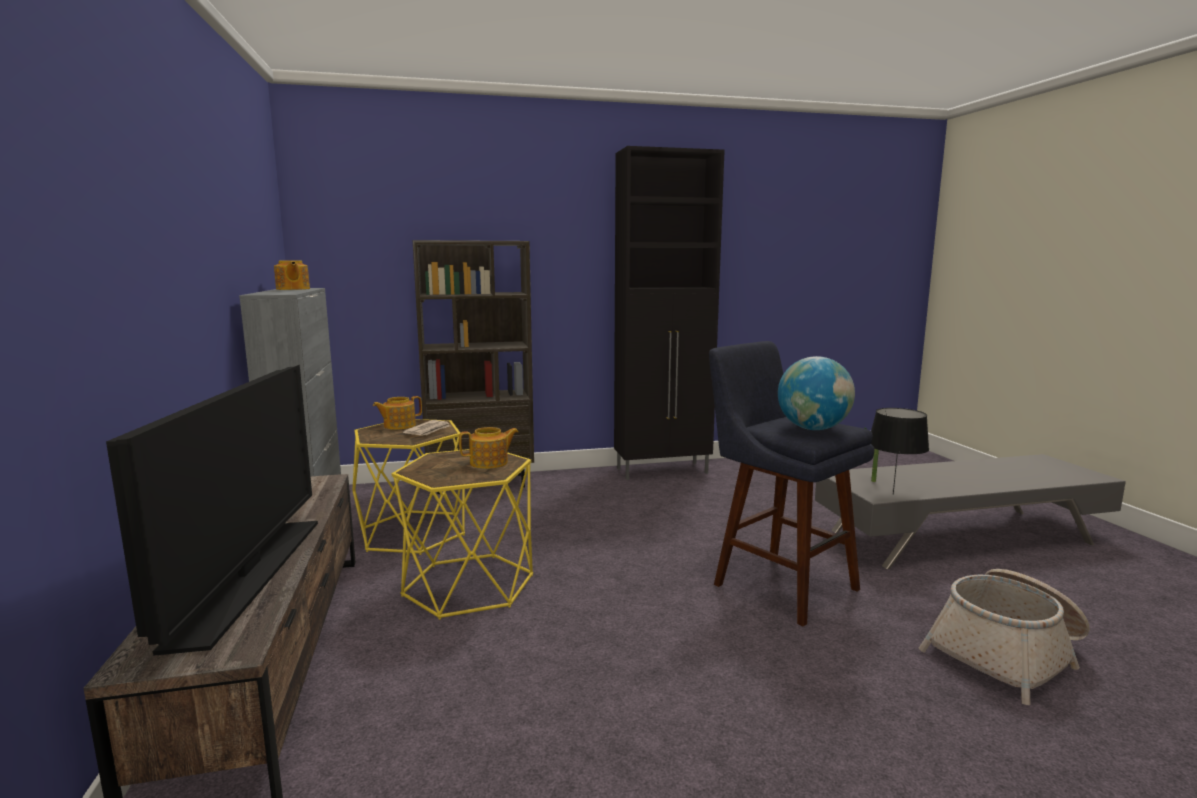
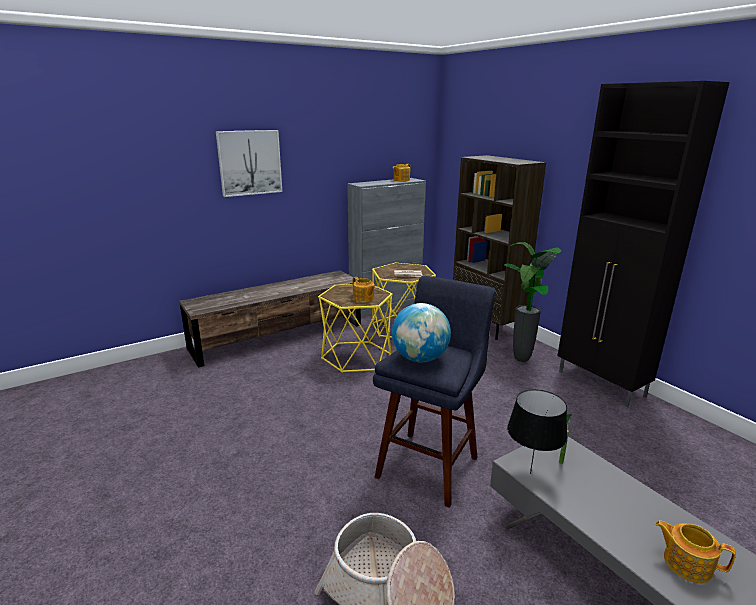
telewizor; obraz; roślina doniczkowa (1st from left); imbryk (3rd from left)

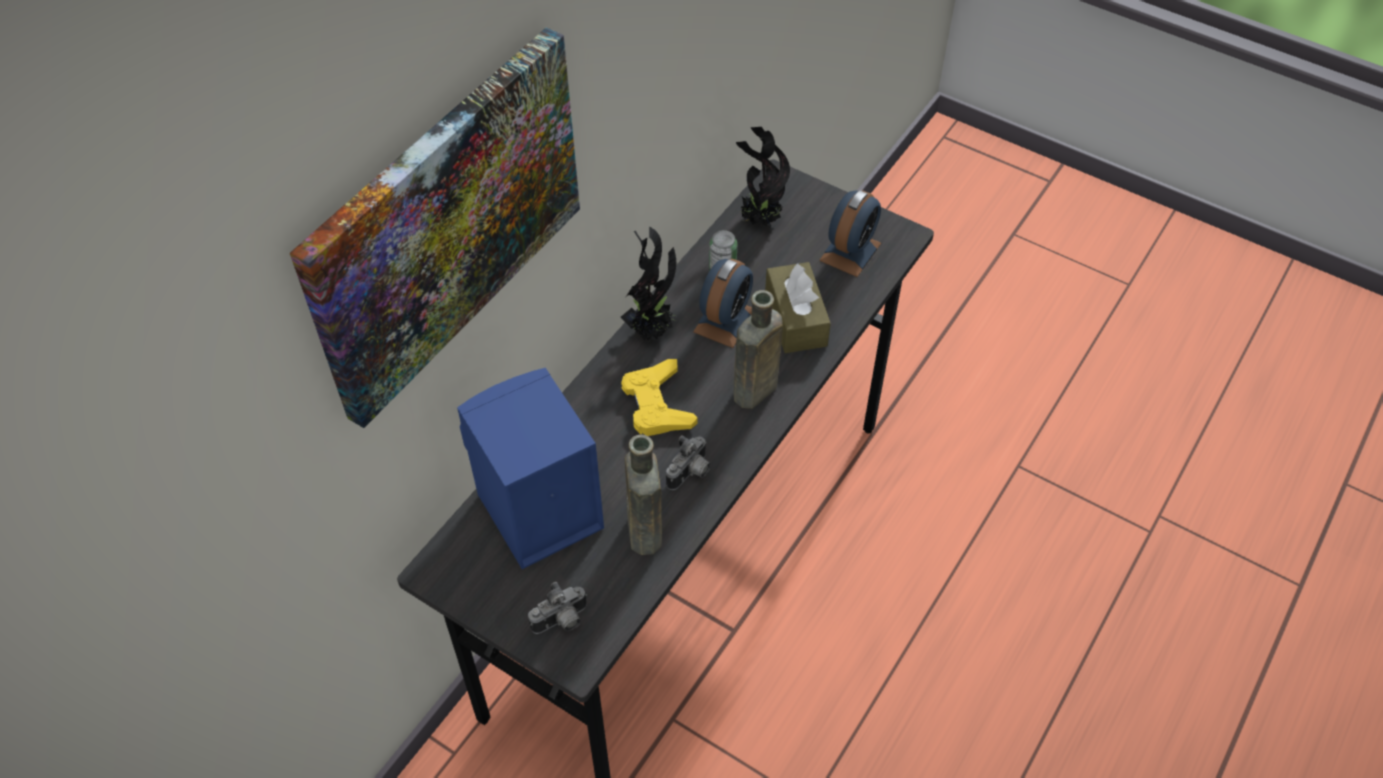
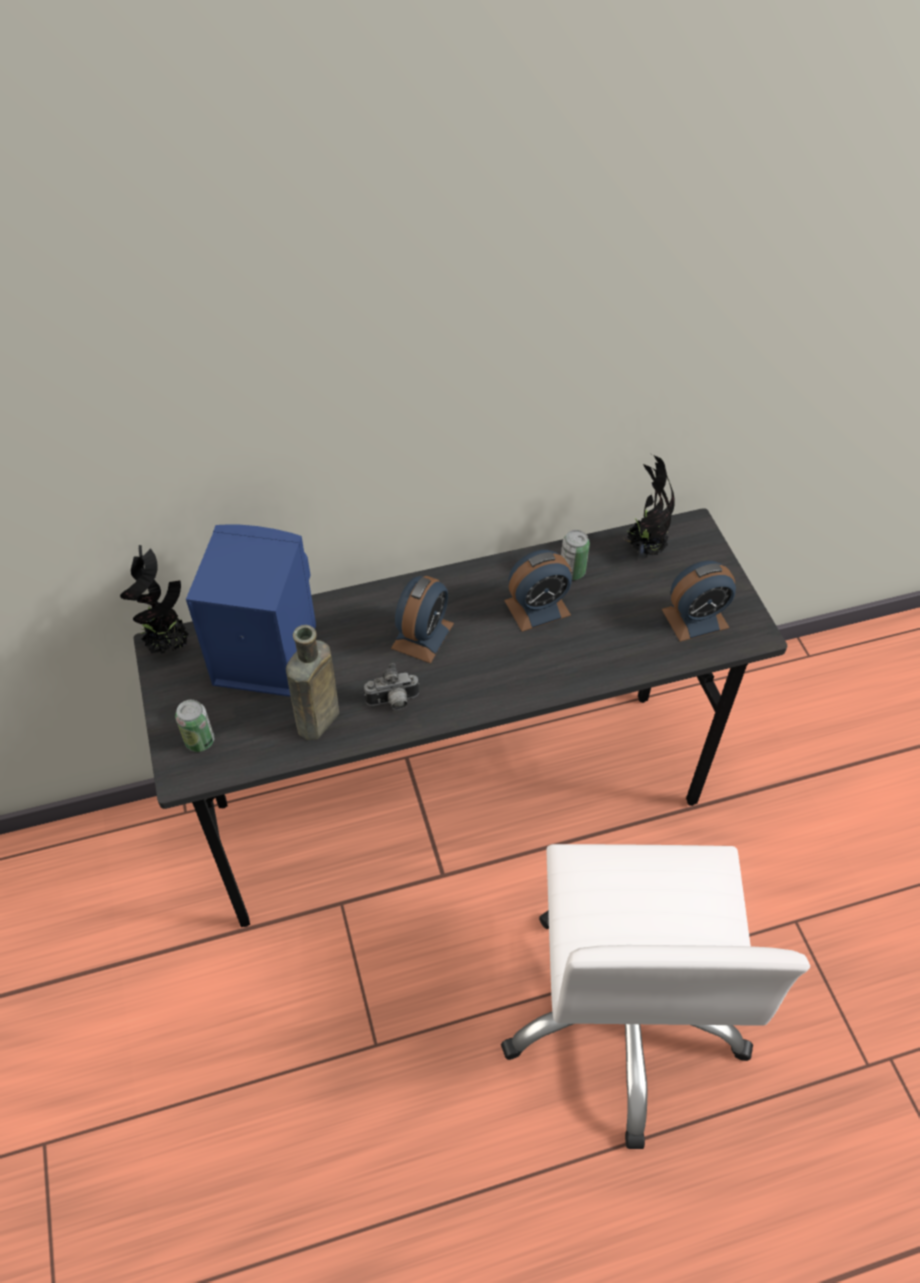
obraz; butelka/brązowy (2nd from left in the first image); pudełko chusteczek/brązowy; krzesło biurowe/biały; roślina doniczkowa (1st from left); puszka (1st from left); budzik (1st from left)

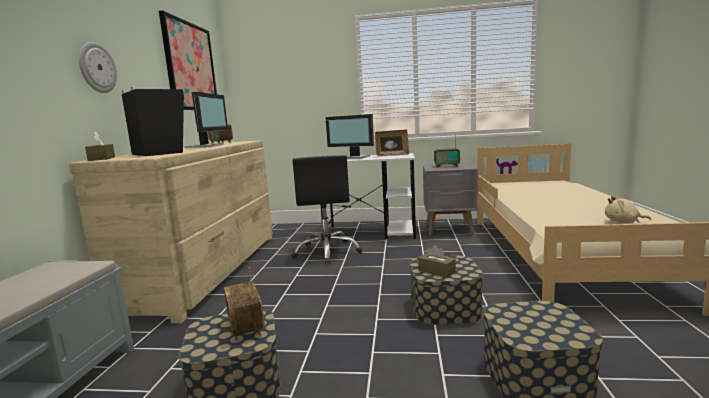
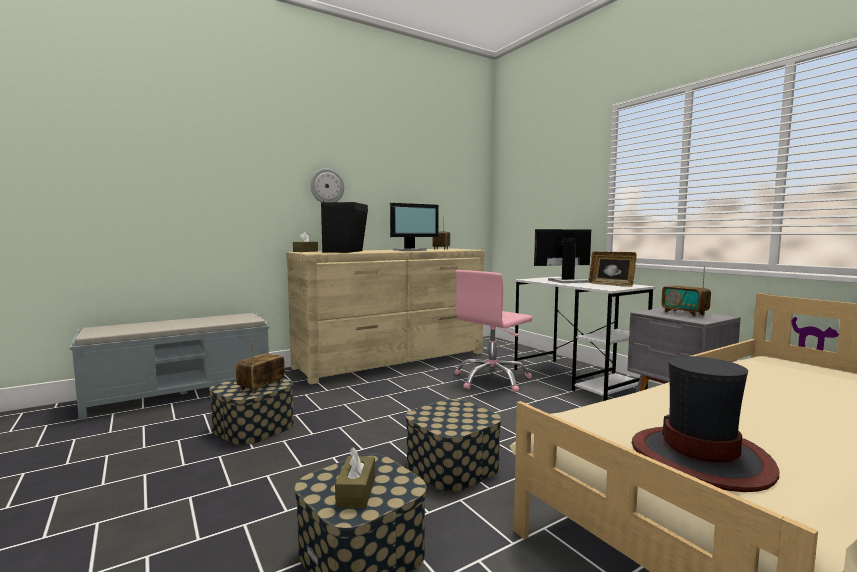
obraz; pudełko chusteczek/brązowy (2nd from left); kapelusz; krzesło biurowe/różowy; monitor (2nd from left)

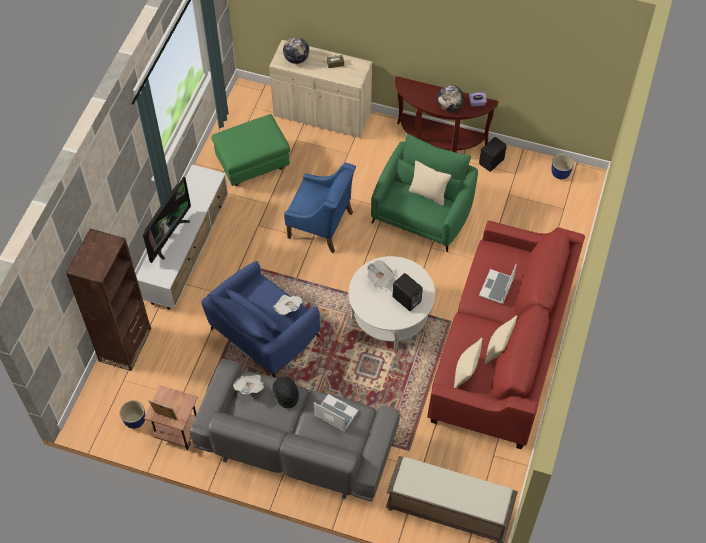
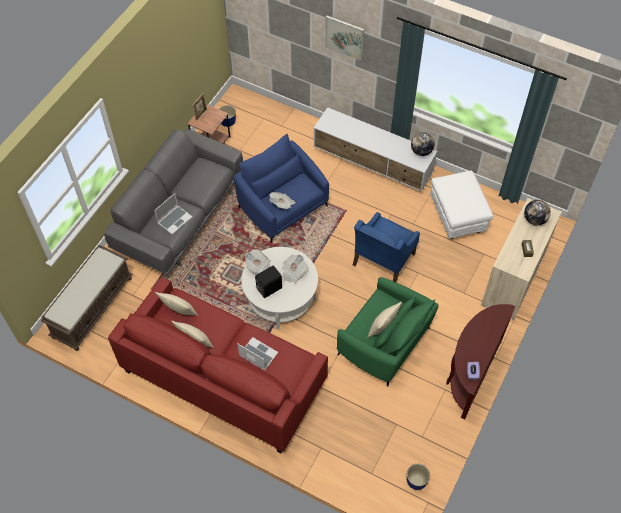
regał/brązowy; telewizor; kapelusz/czarny; głośnik/czarny (2nd from left in the first image); obraz; gazeta (1st from left); globus (1st from left); pufa/biały

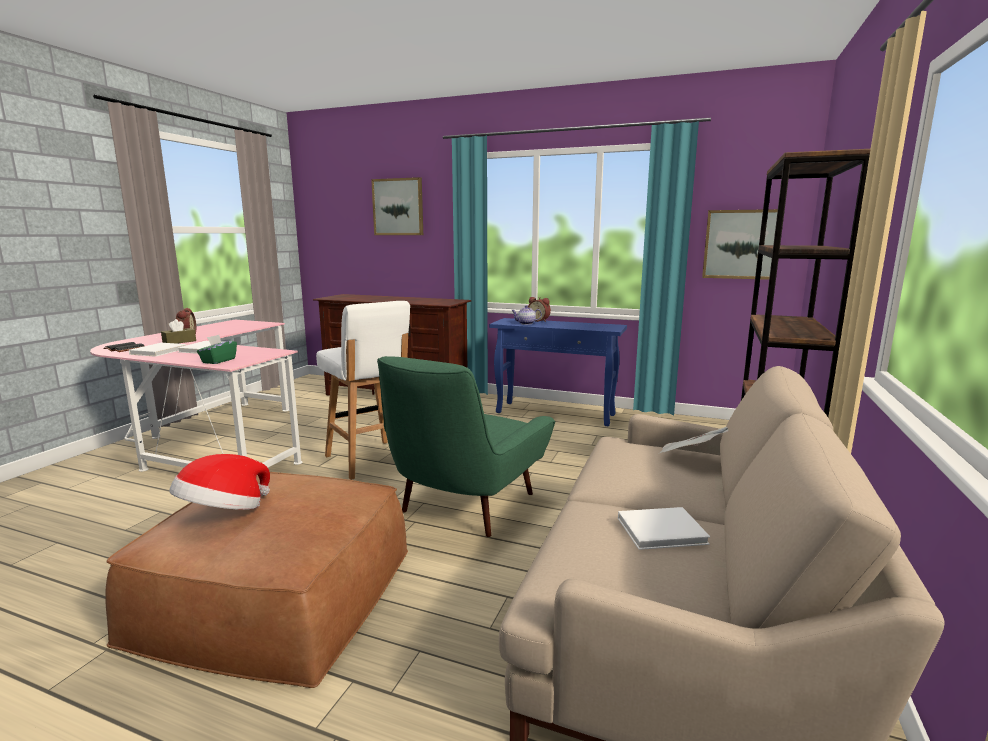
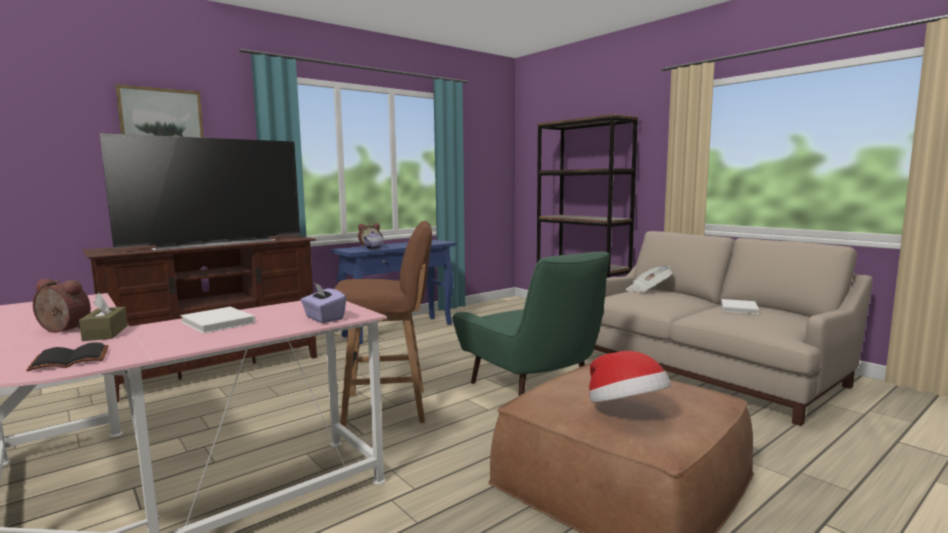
książka/biały (1st from left in the first image); obraz (2nd from left in the first image); telewizor; pudełko chusteczek/fioletowy; stołek/brązowy

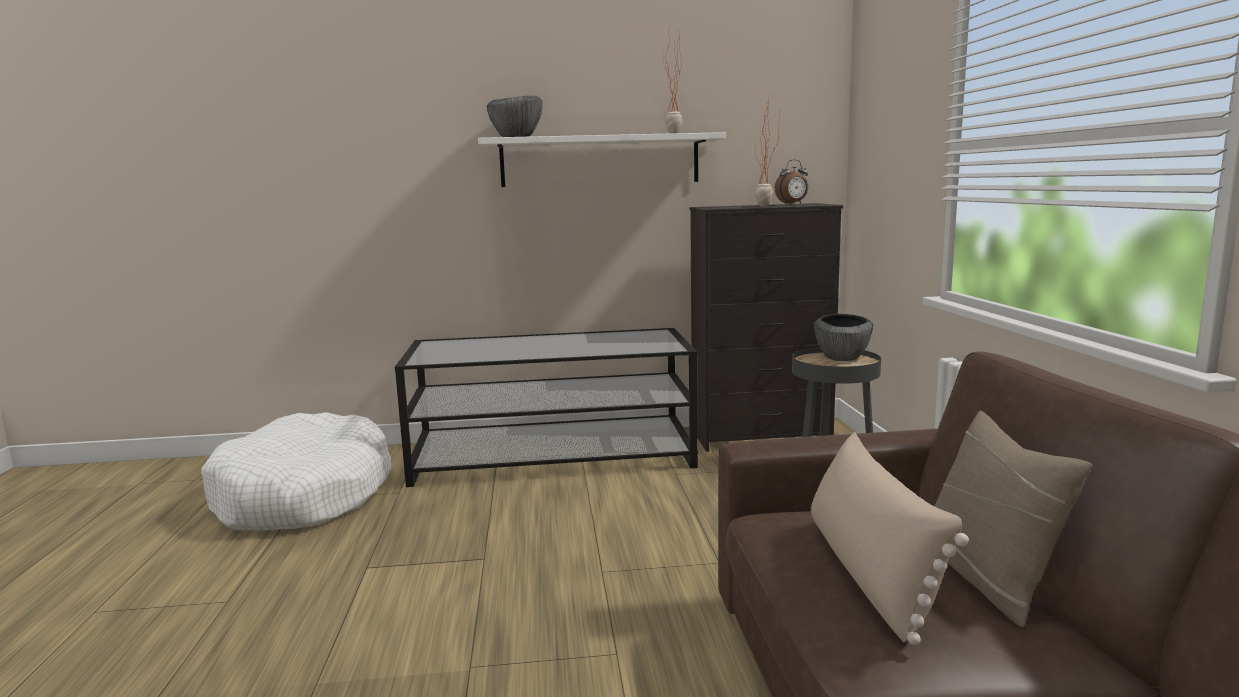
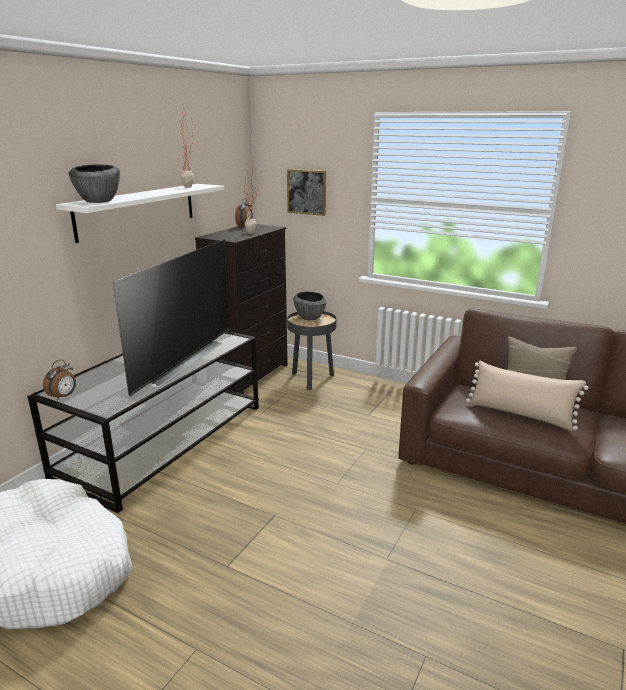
budzik (1st from left); telewizor; obraz

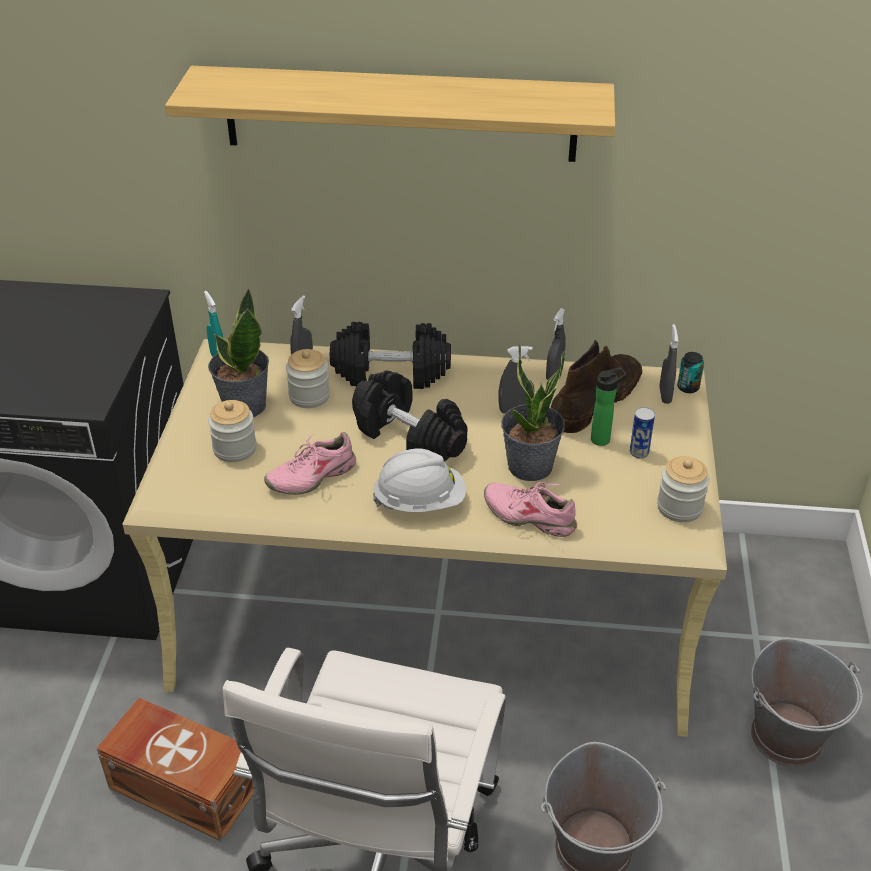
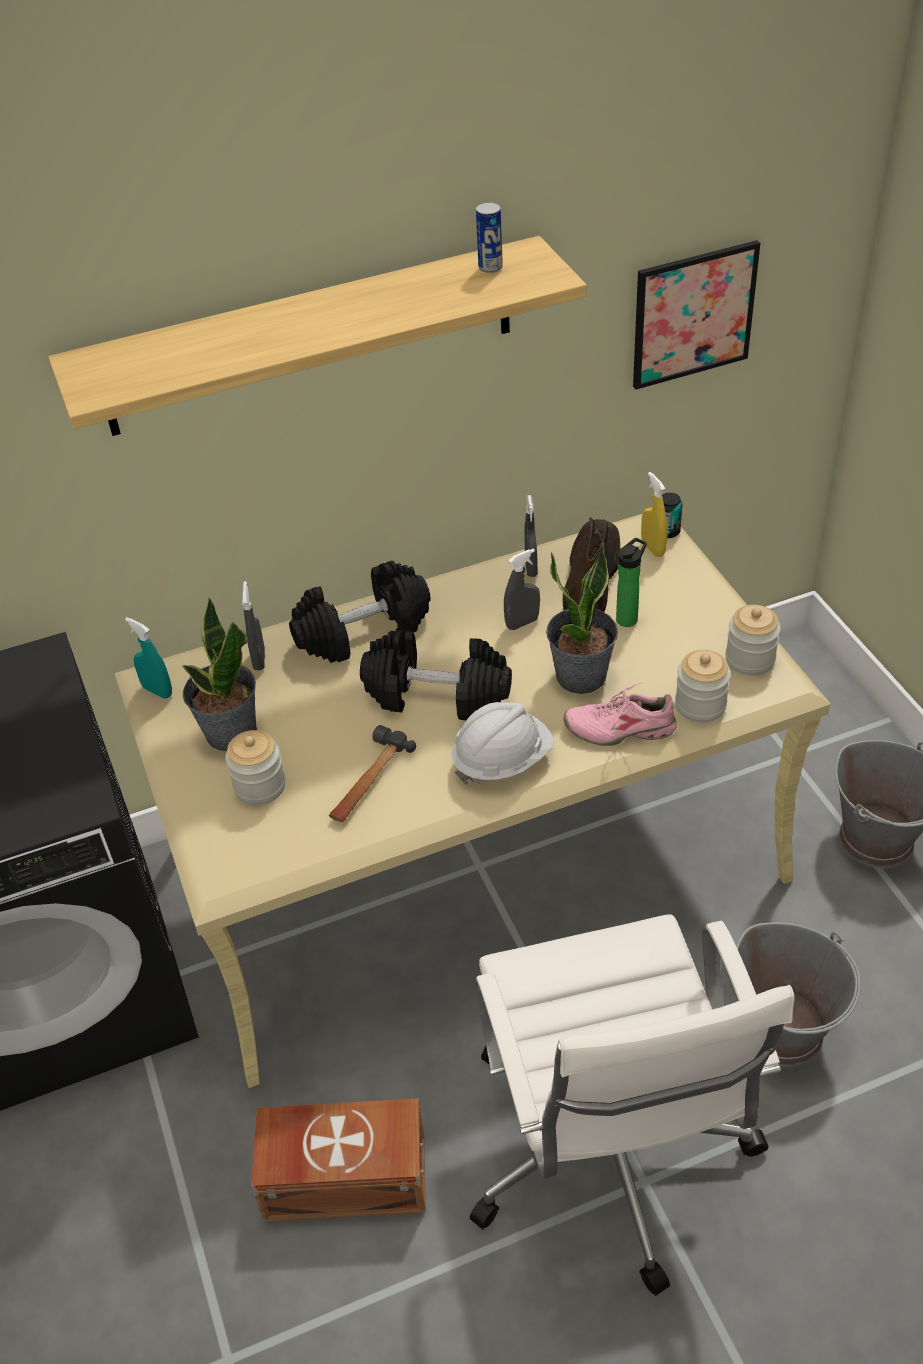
obraz; słoik (2nd from left); puszka (1st from left); młotek; spryskiwacz/żółty

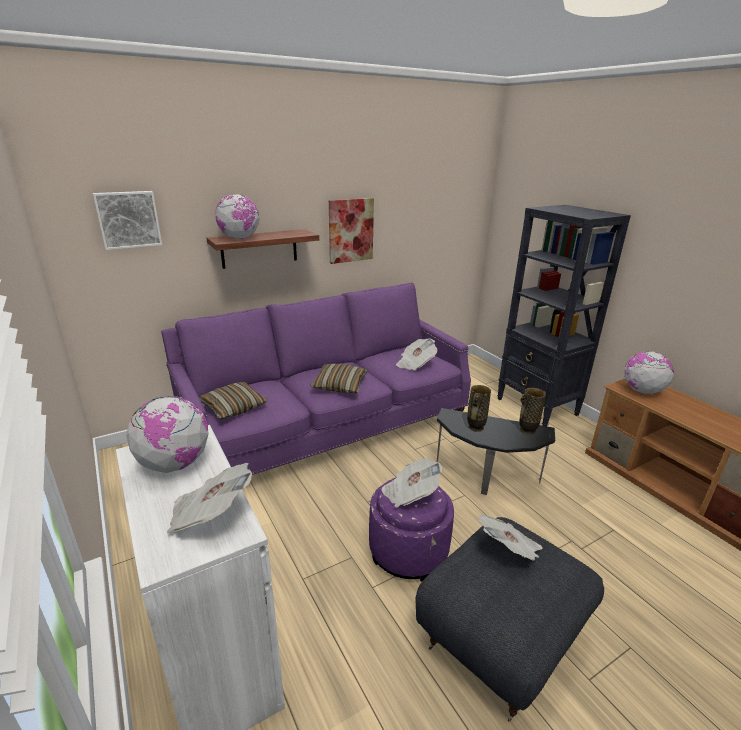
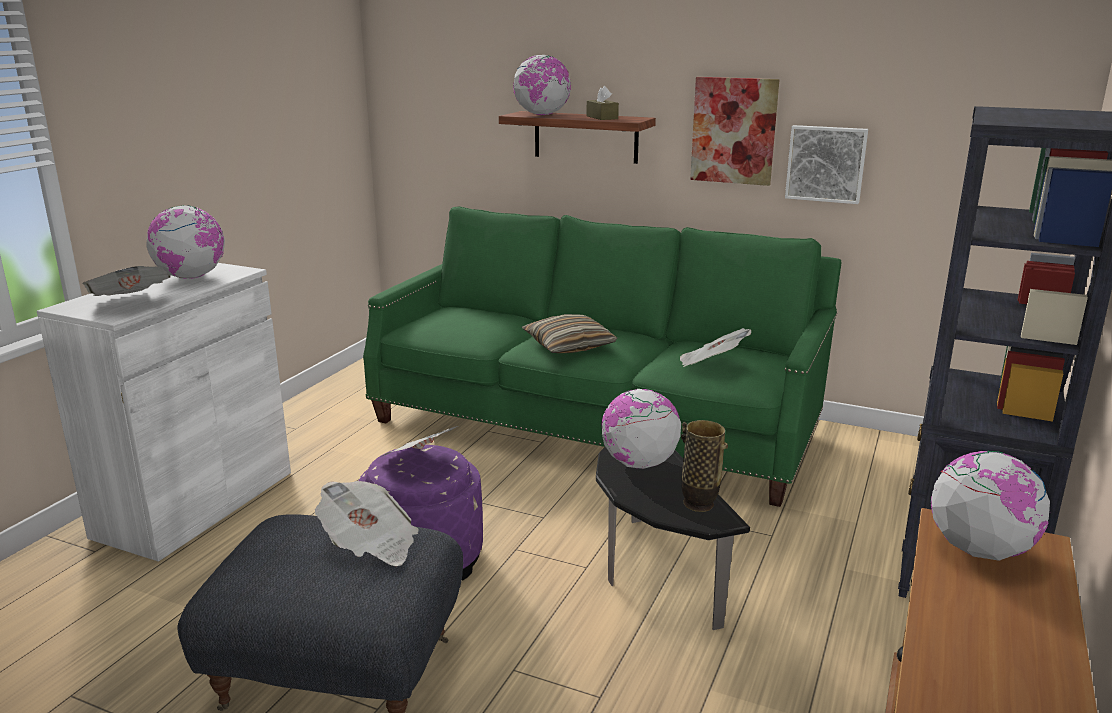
poduszka (1st from left in the first image); pudełko chusteczek/brązowy; obraz (2nd from left); globus (3rd from left); kanapa/zielony

